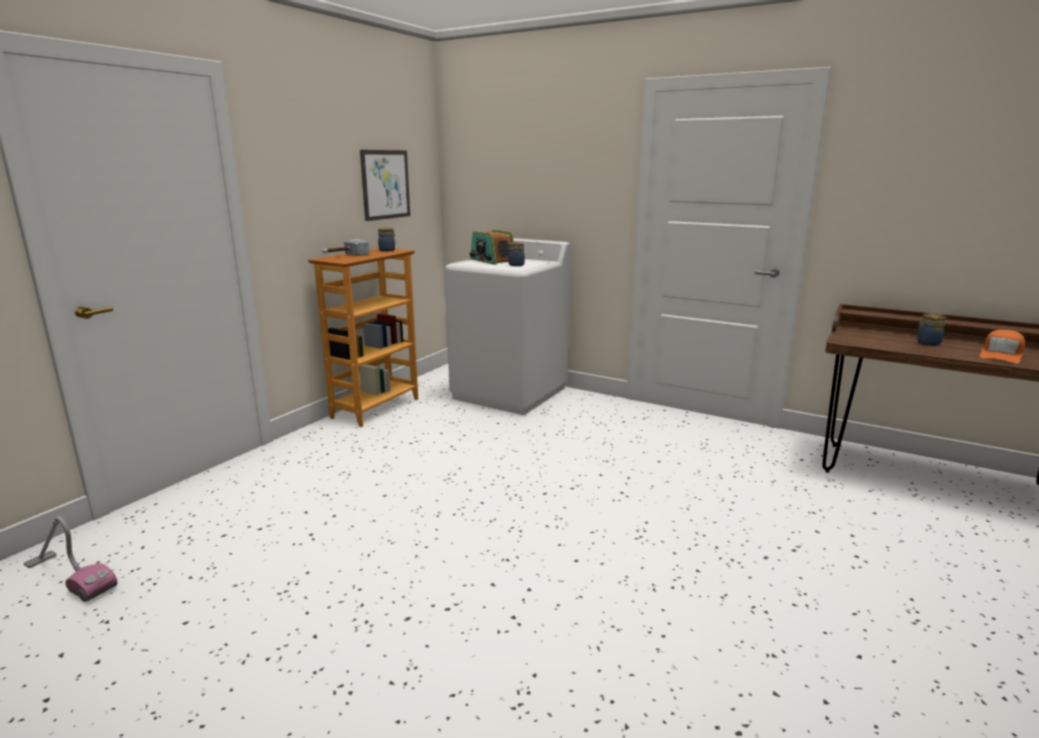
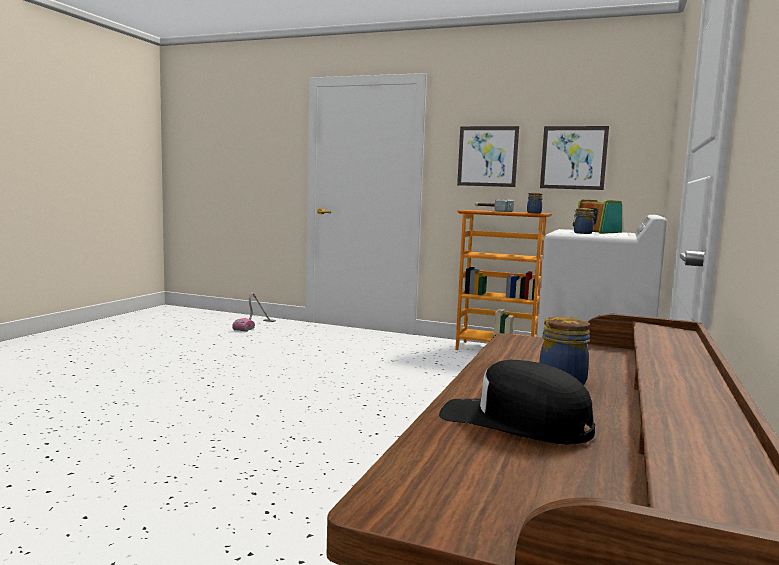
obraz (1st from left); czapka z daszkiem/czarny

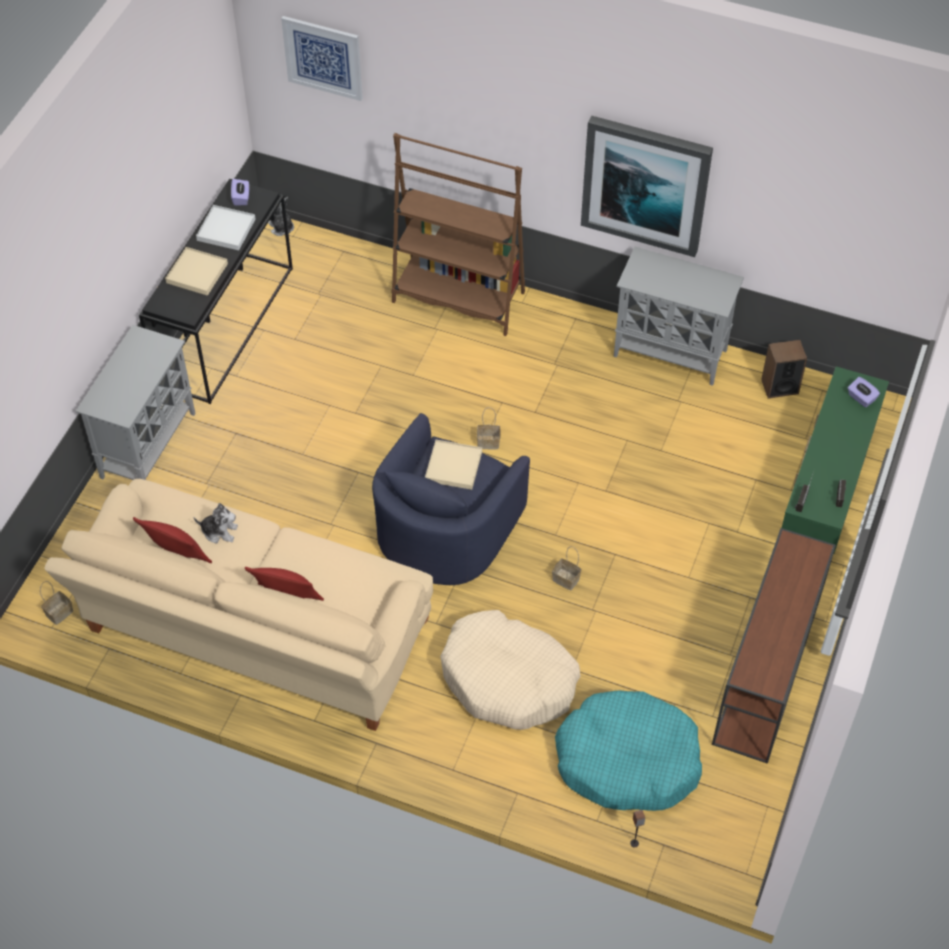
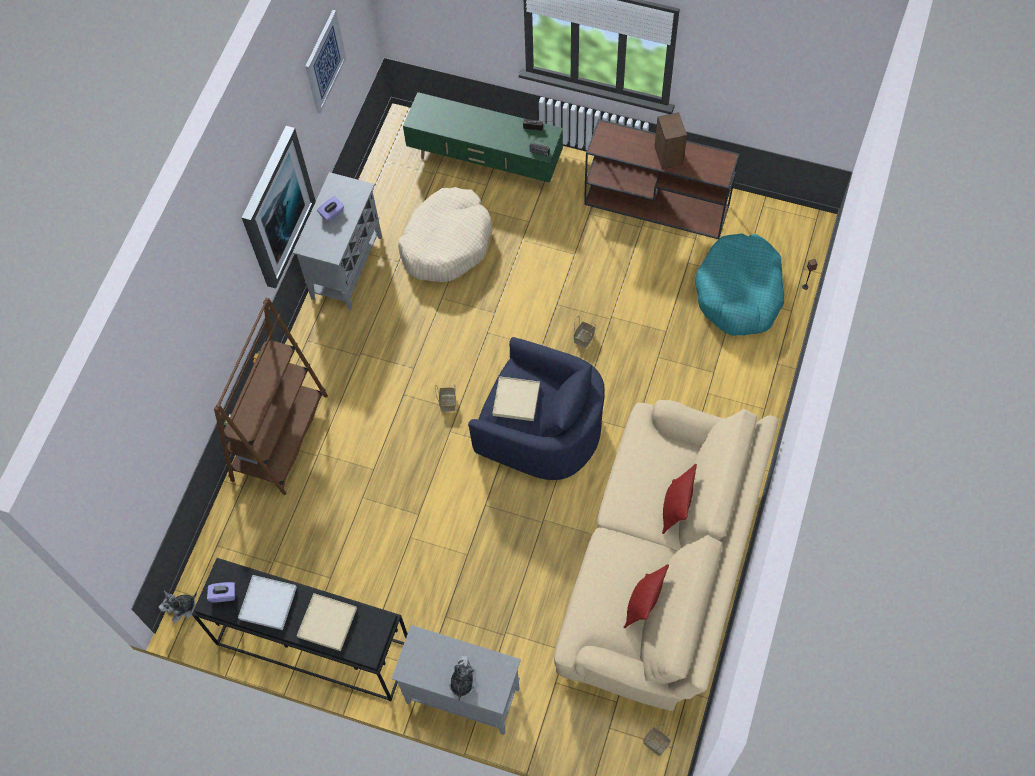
pluszak (2nd from left); obraz (2nd from left); legowisko/beżowy; głośnik (1st from left); pudełko chusteczek/fioletowy (2nd from left)

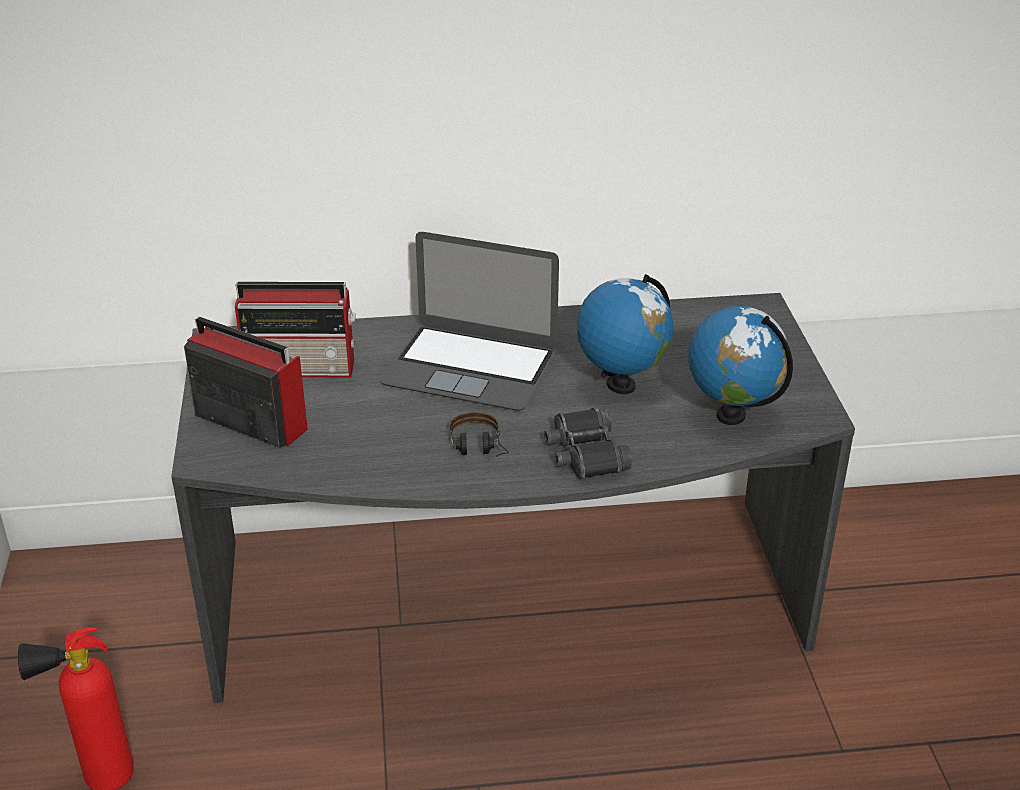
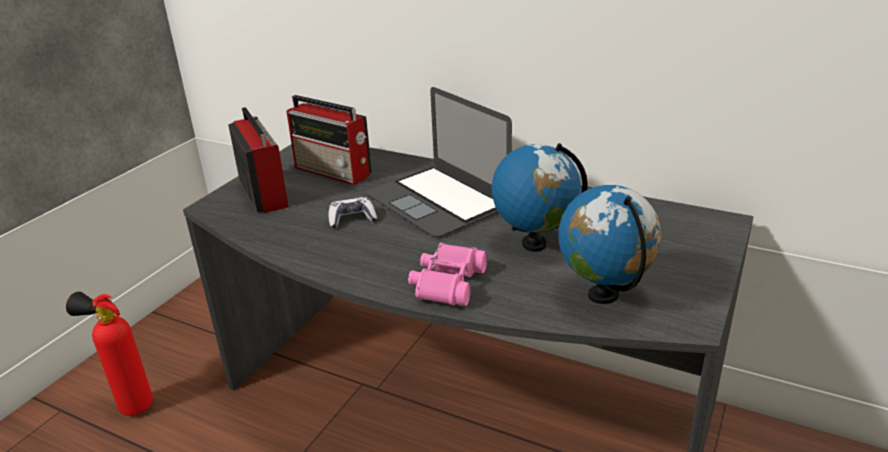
słuchawki; pad do gier; lornetka/różowy

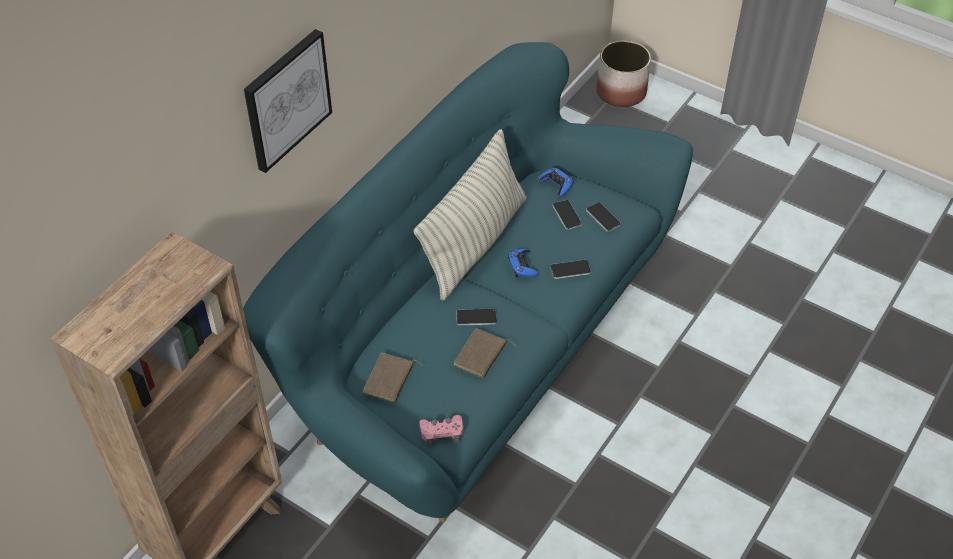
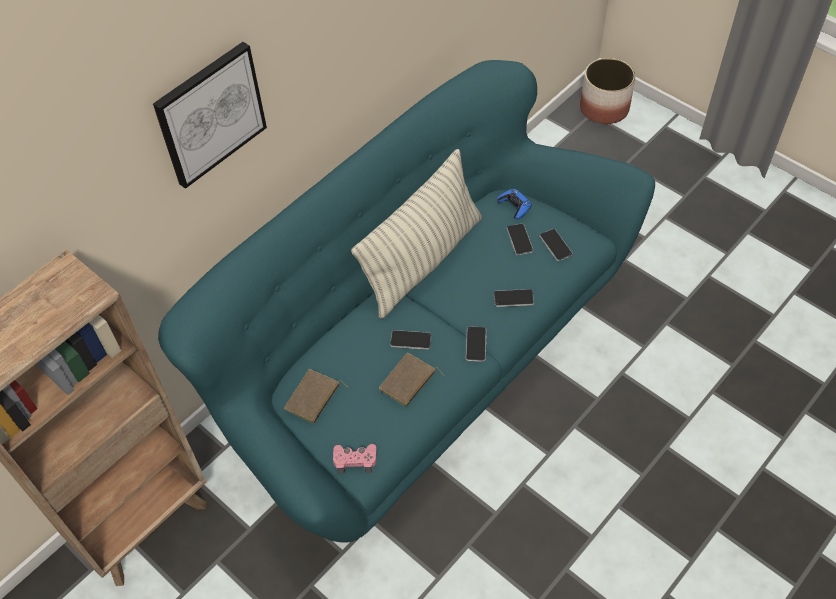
pad do gier/niebieski (1st from left in the first image); telefon (2nd from left)

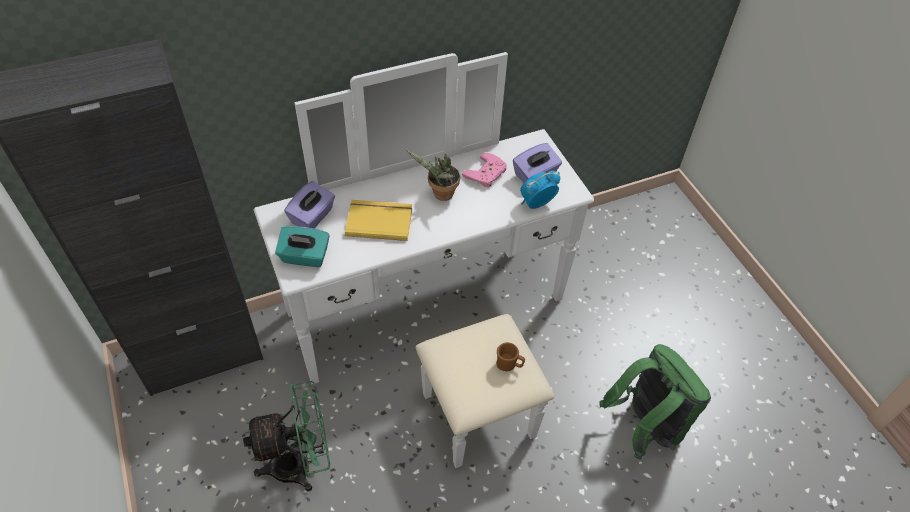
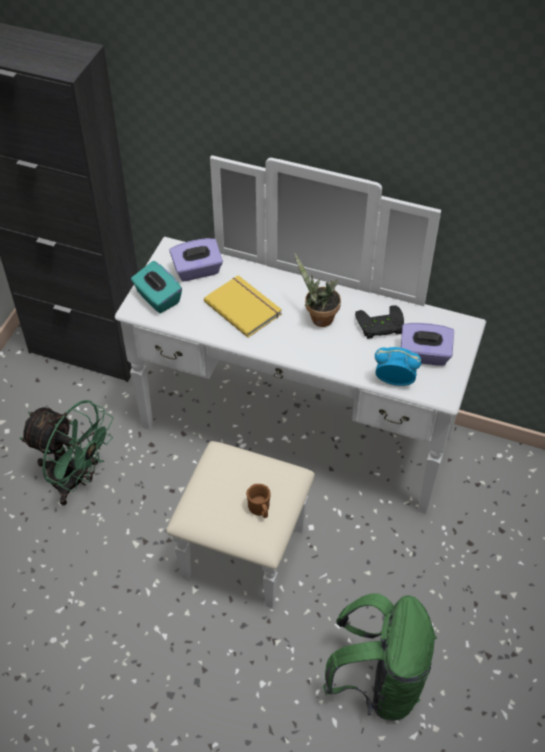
pad do gier/czarny

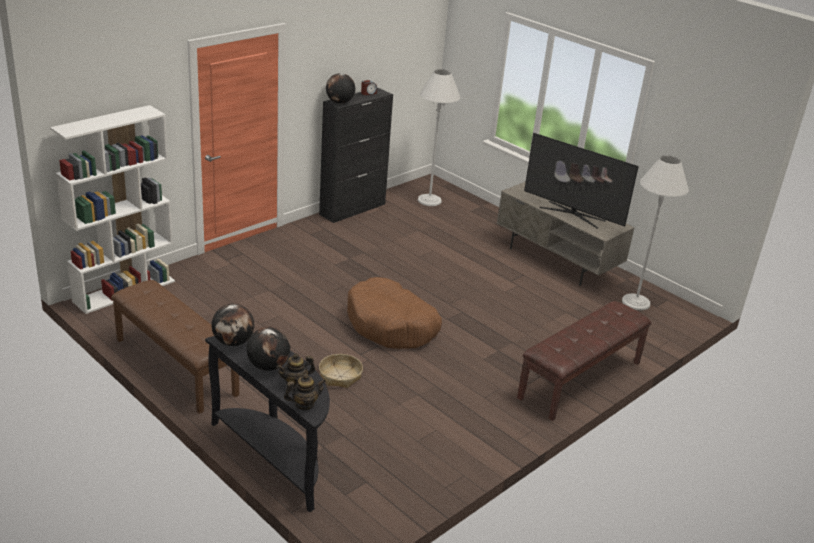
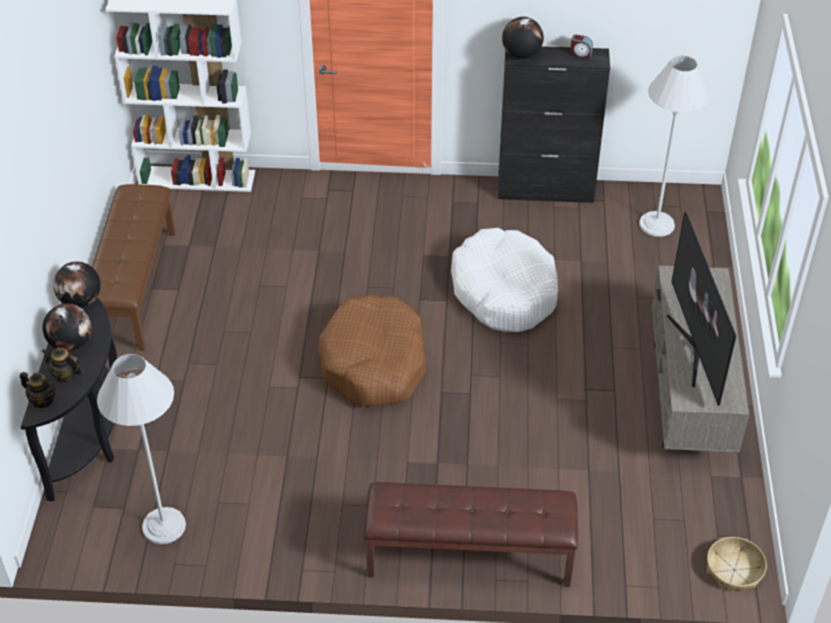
legowisko/biały; koszyk; lampa stojąca/biały (1st from left)

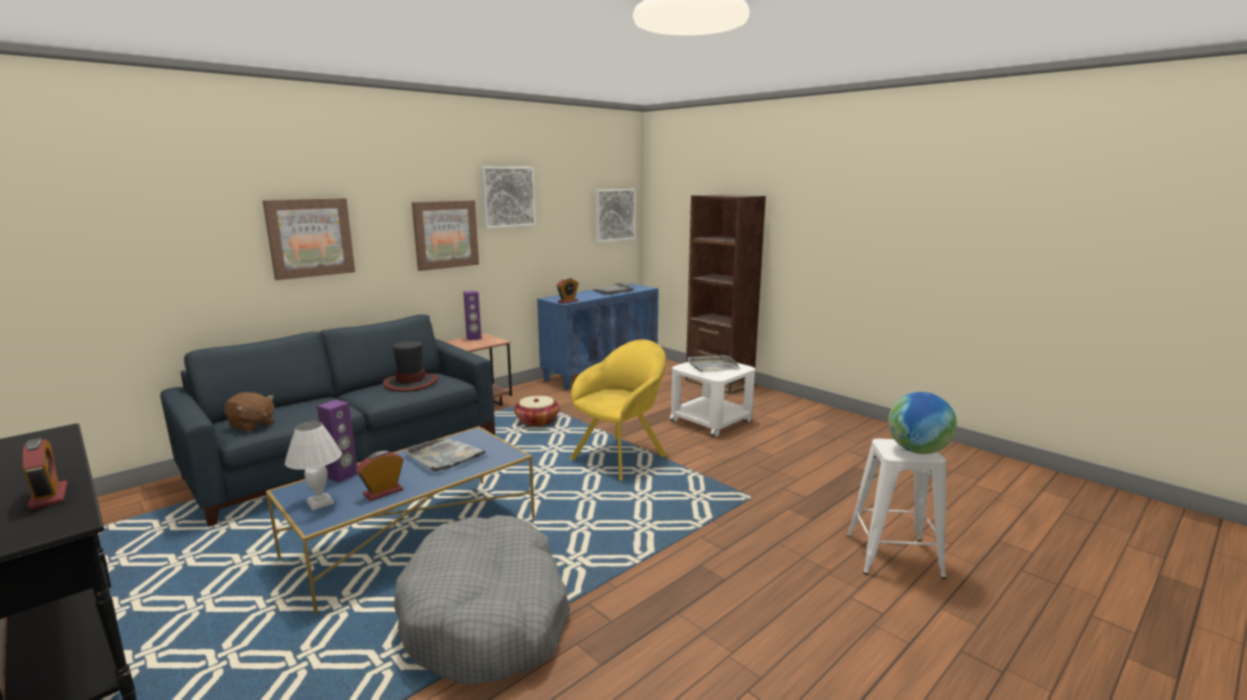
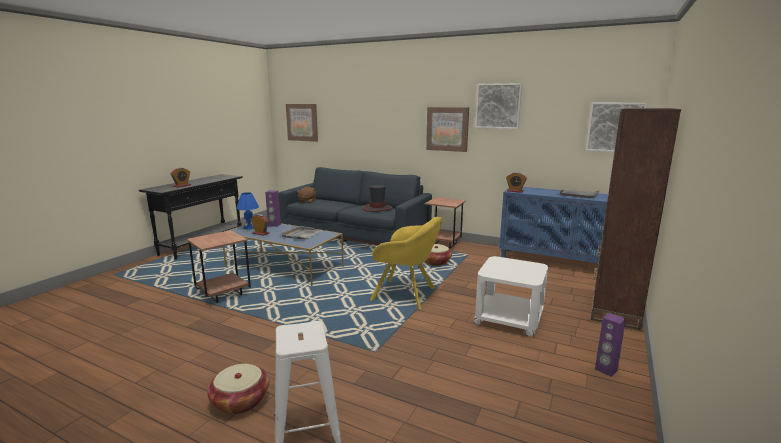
taca/szary (3rd from left in the first image); globus; koszyk (1st from left); obraz (1st from left); głośnik/fioletowy (2nd from left); stolik/brązowy (1st from left); lampa stołowa/niebieski

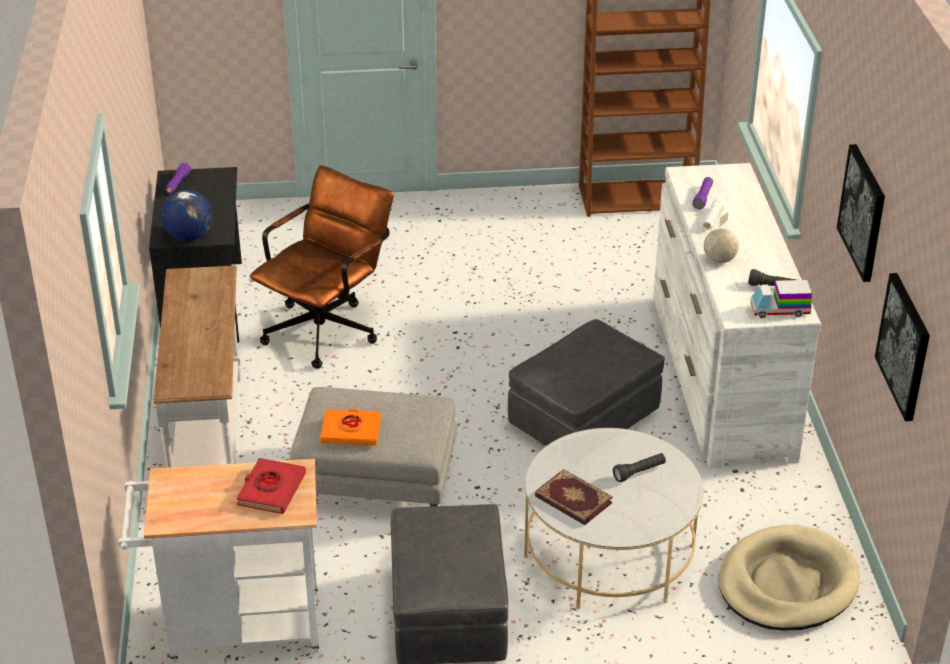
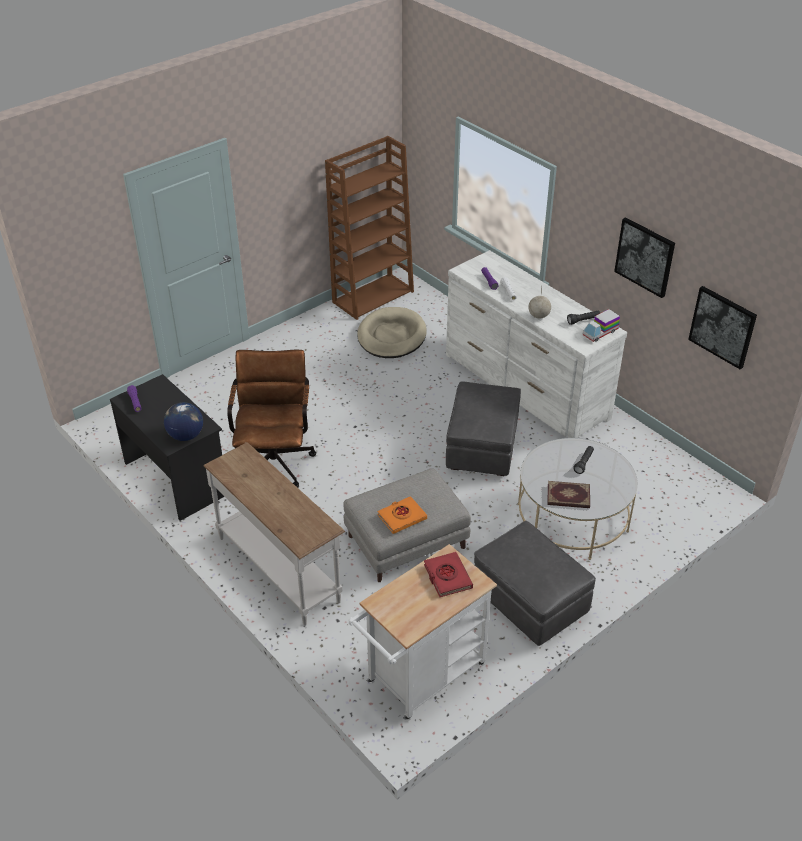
legowisko/beżowy

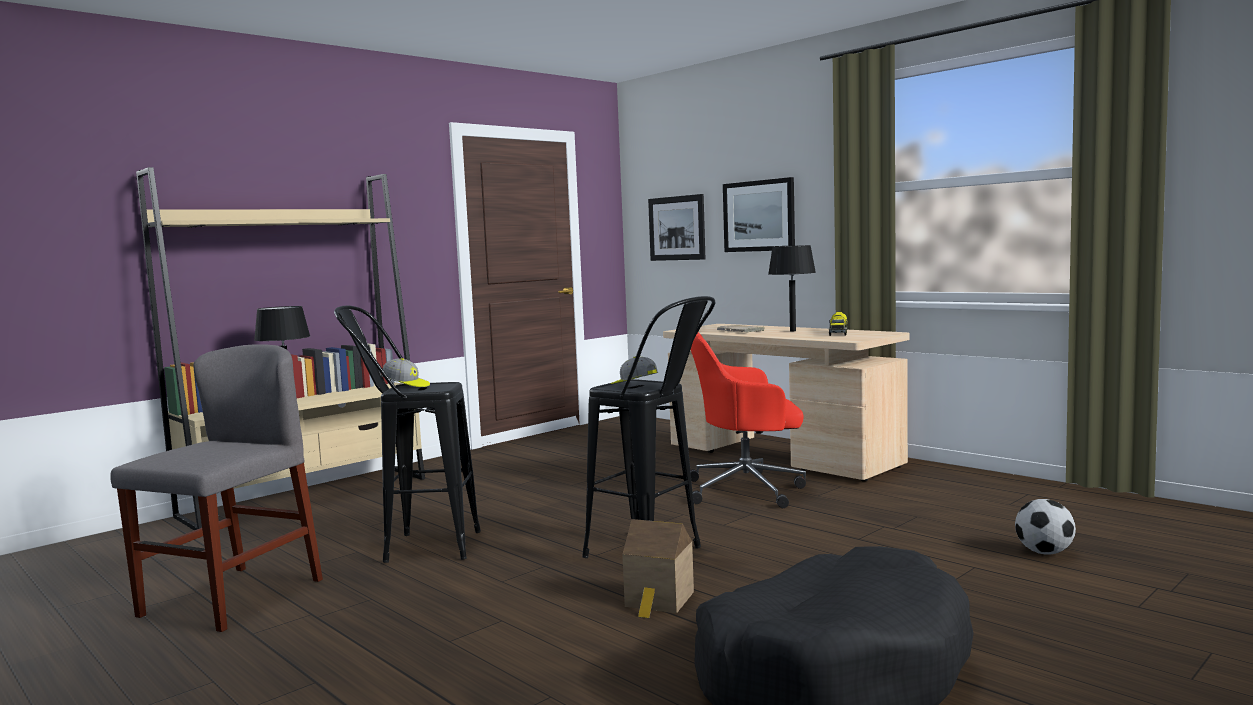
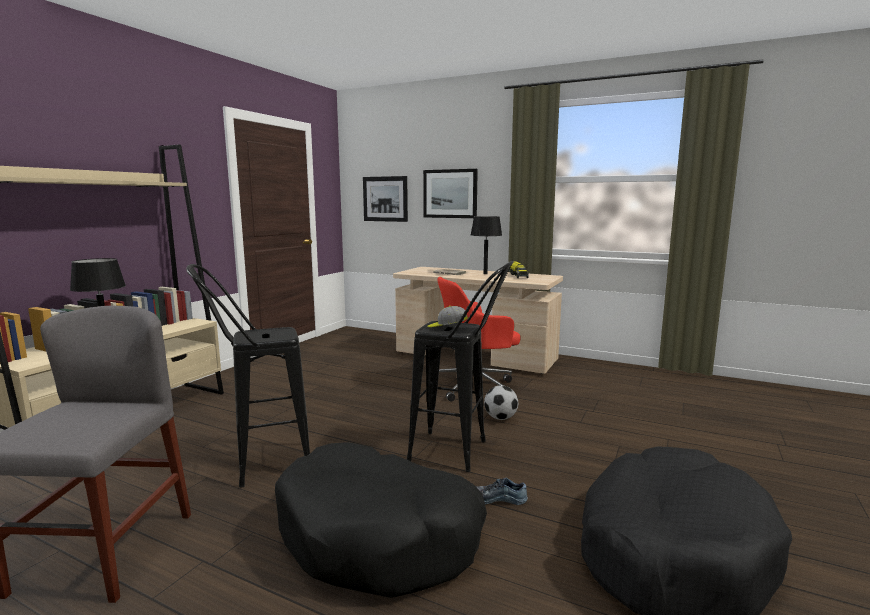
czapka z daszkiem (1st from left in the first image); legowisko/czarny (1st from left); piłka futbolowa; but

